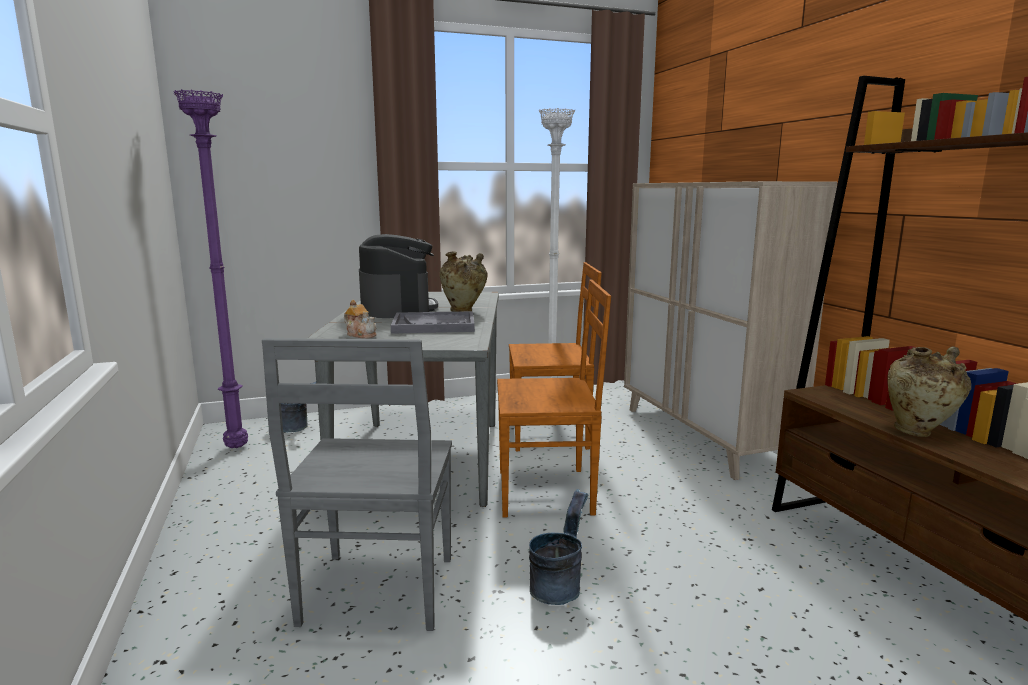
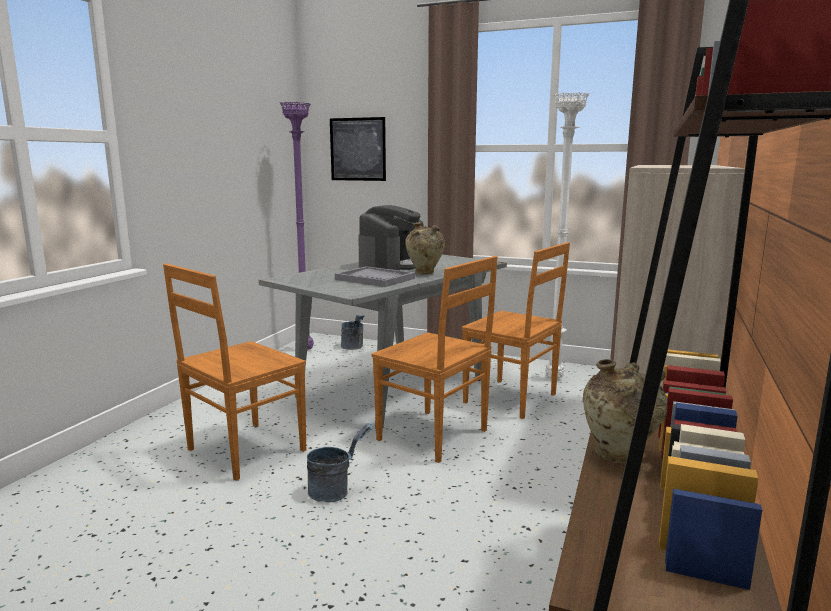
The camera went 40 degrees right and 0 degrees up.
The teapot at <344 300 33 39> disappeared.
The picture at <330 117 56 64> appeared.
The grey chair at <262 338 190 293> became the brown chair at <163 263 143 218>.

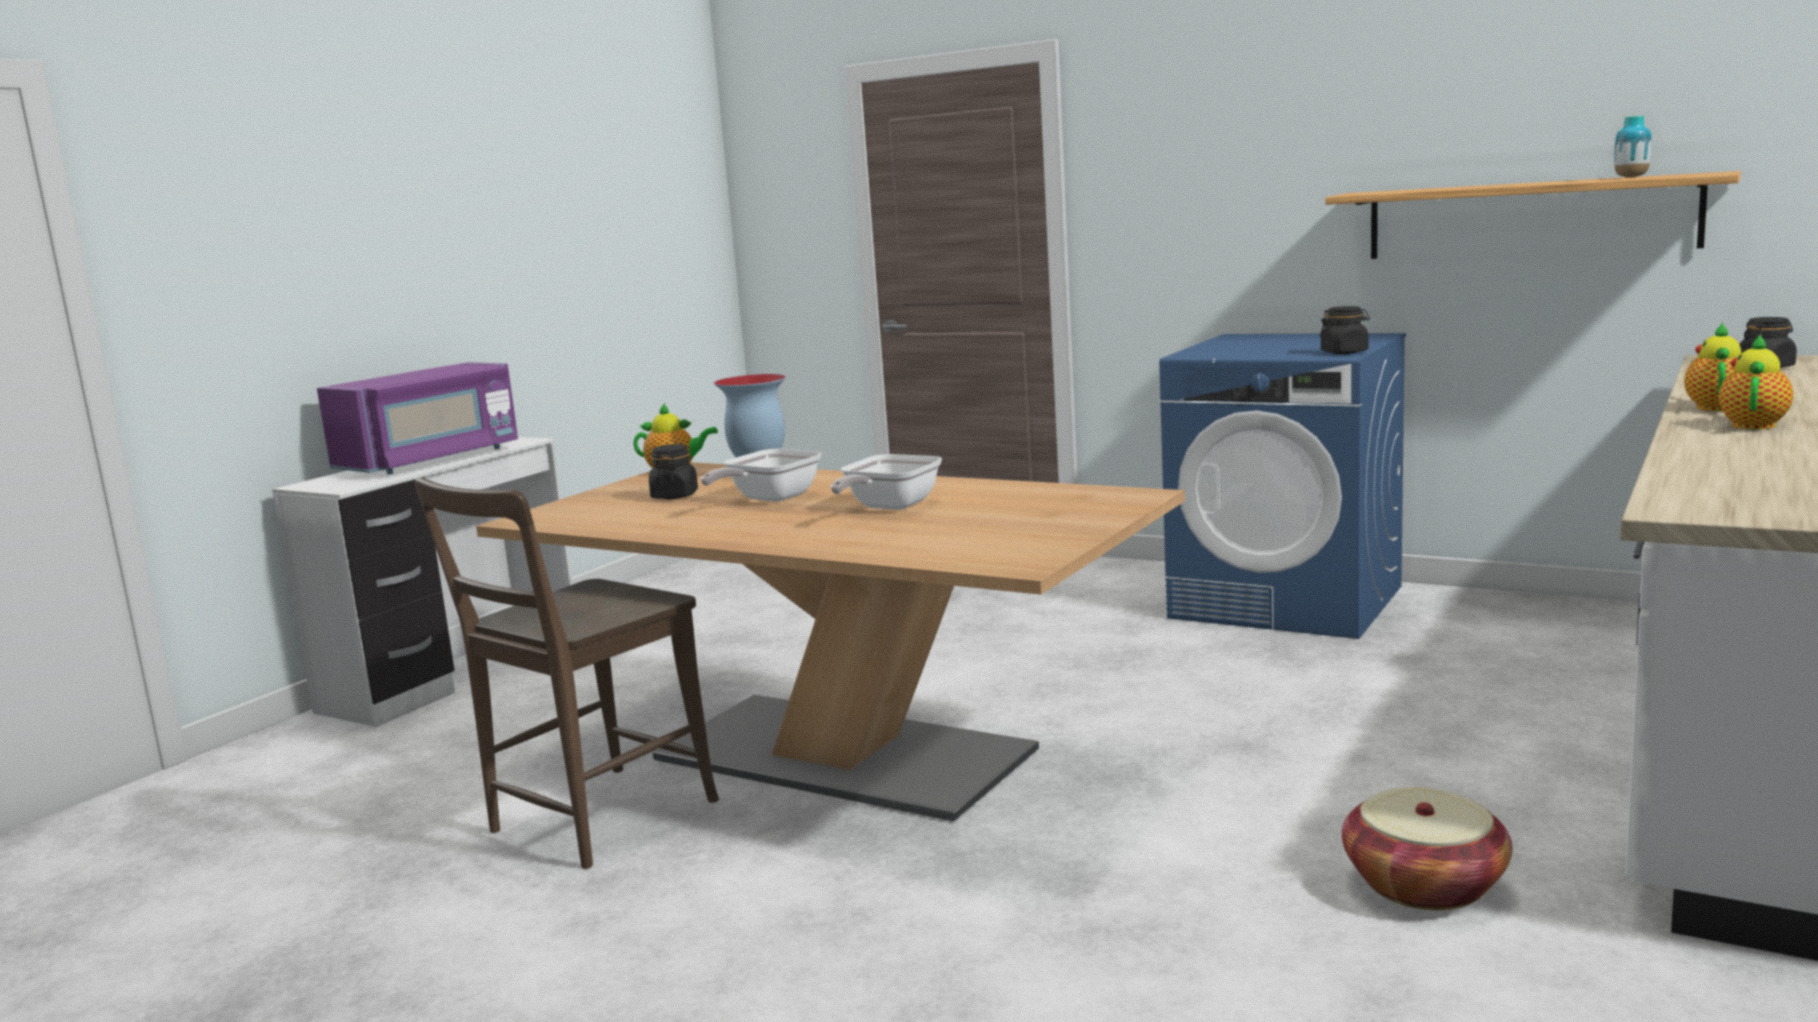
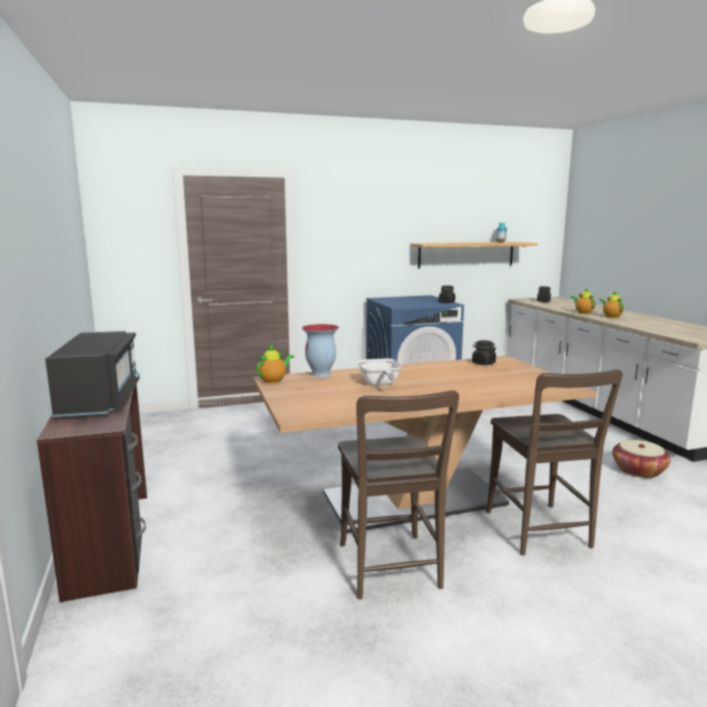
The camera went 50 degrees left and 0 degrees up.
The frying pan at <830 454 112 56> disappeared.
The brown chair at <486 370 137 185> appeared.
The black jar moved from <649 444 49 55> to <472 340 24 25>.
The white desk at <272 437 301 291> became the brown desk at <37 384 110 218>.
The purple microwave at <317 362 201 112> became the black microwave at <45 331 95 86>.

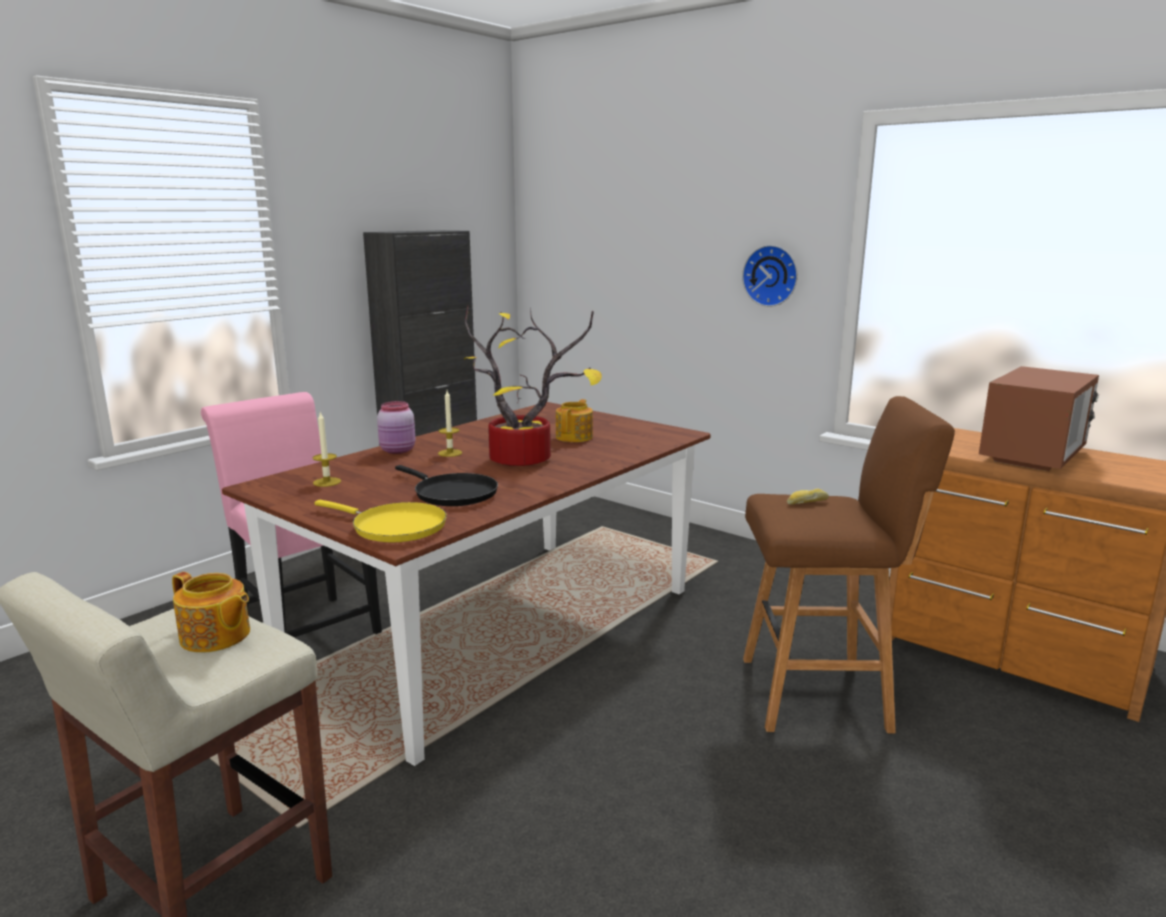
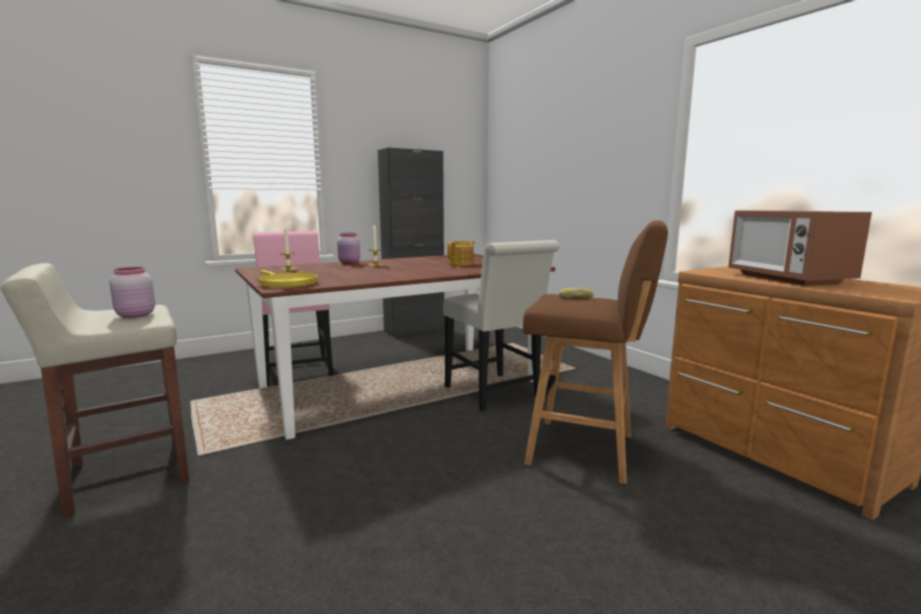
The camera went 20 degrees right and 5 degrees down.
The black frying pan at <395 465 103 41> disappeared.
The potted plant at <464 306 138 160> disappeared.
The wall clock at <742 245 56 62> disappeared.
The white chair at <443 240 117 171> appeared.
The teapot at <172 572 78 81> was replaced by the pink jar at <110 267 45 51>.
The microwave at <979 366 120 105> turned 105 degrees clockwise.

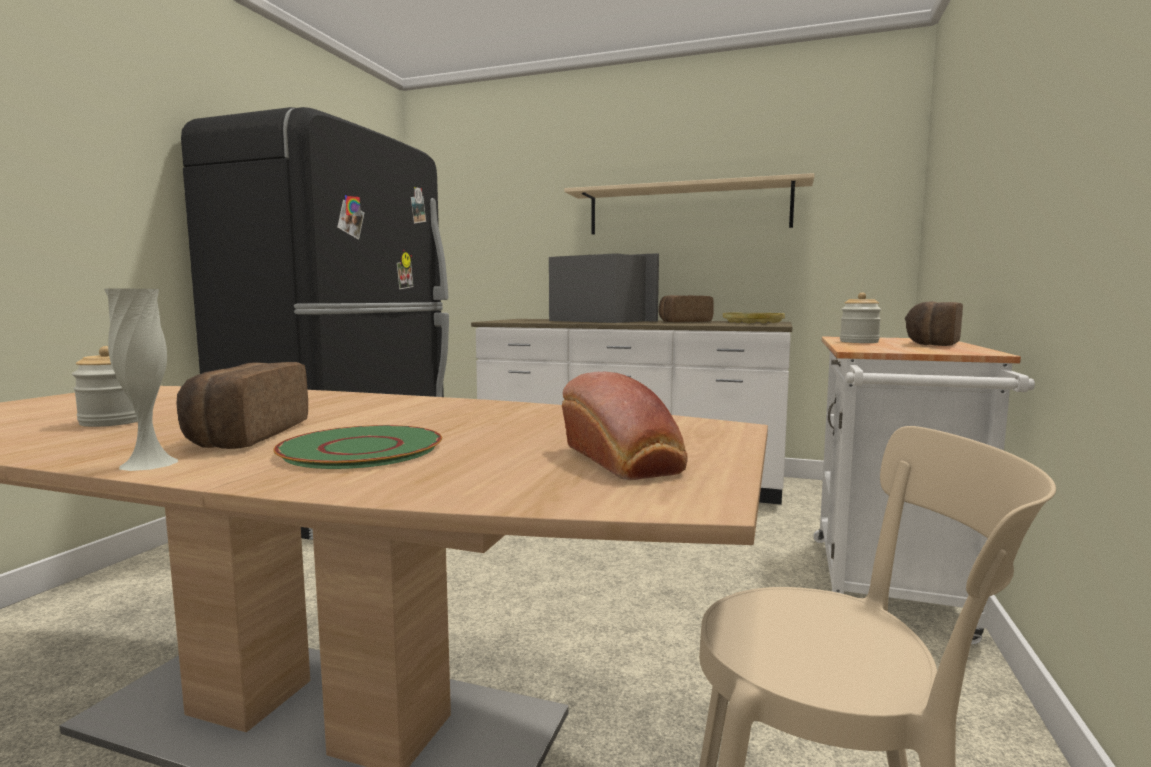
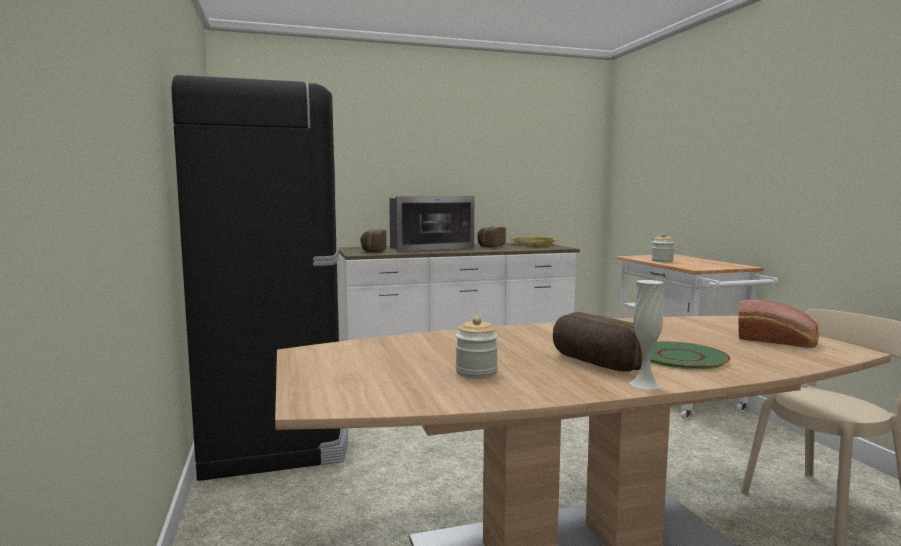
The camera went 35 degrees left and 0 degrees up.
The beige shelf at <564 173 251 61> disappeared.
The bread moved from <905 301 58 45> to <360 229 27 23>.
The microwave at <549 253 110 70> turned 150 degrees clockwise.

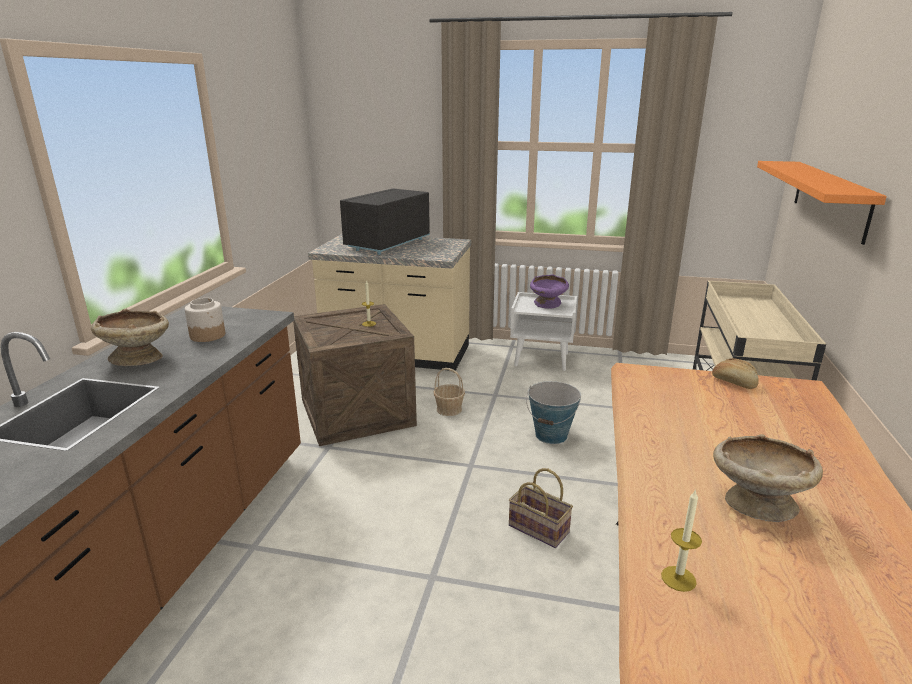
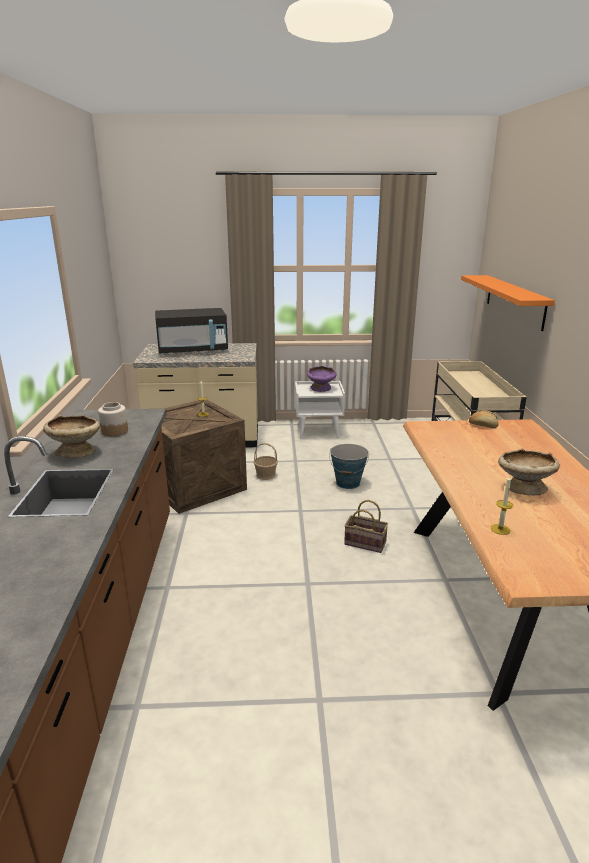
The camera went 15 degrees left and 0 degrees up.
The black microwave at <340 188 90 67> turned 120 degrees counterclockwise.

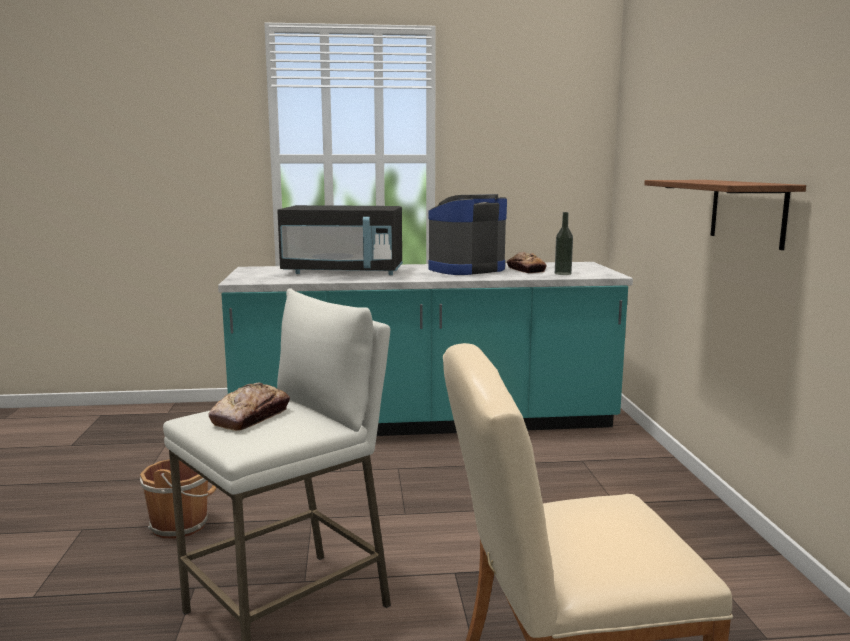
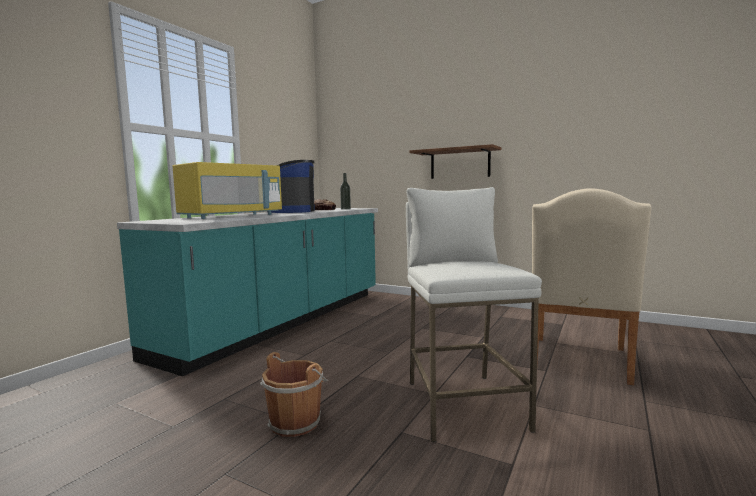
The camera went 55 degrees left and 5 degrees down.
The bread at <208 383 82 48> disappeared.
The black microwave at <277 205 126 70> became the yellow microwave at <173 162 109 57>.

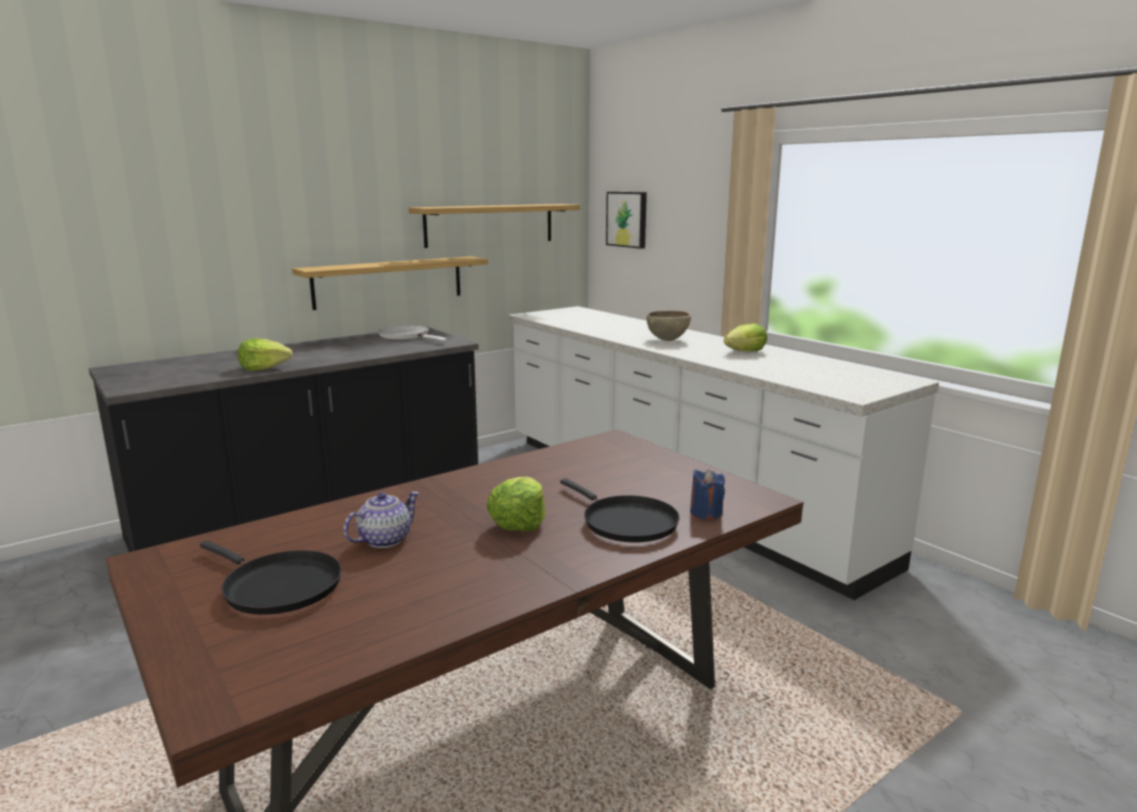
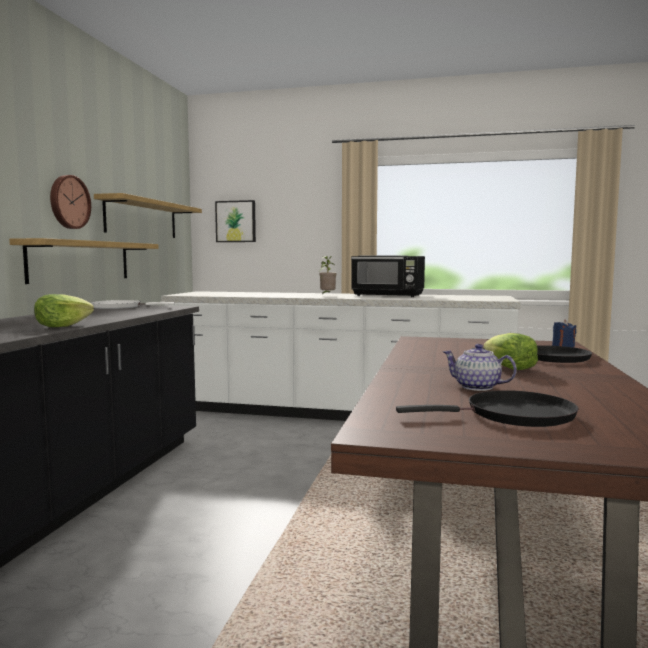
The camera went 40 degrees left and 10 degrees down.
The wall clock at <50 175 41 54> appeared.
The brown bowl at <646 311 45 30> was replaced by the potted plant at <319 256 18 38>.
The lettuce at <724 323 43 28> was replaced by the black microwave at <351 255 74 42>.
The teapot at <343 491 76 57> turned 60 degrees counterclockwise.

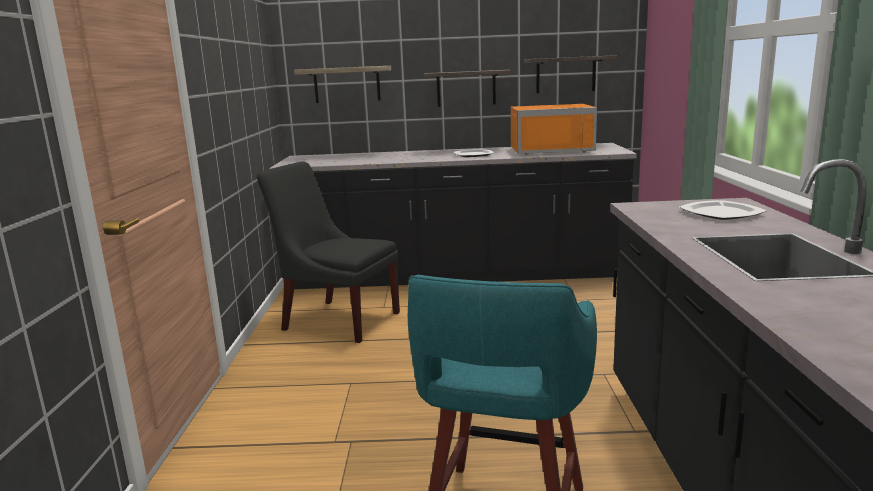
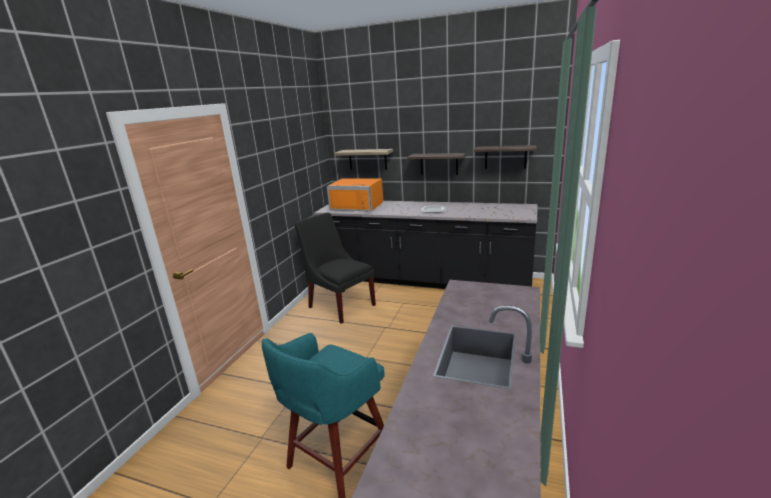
The camera went 20 degrees right and 5 degrees up.
The plate at <679 200 88 20> disappeared.
The orange microwave moved from <511 104 86 51> to <327 178 57 34>.

